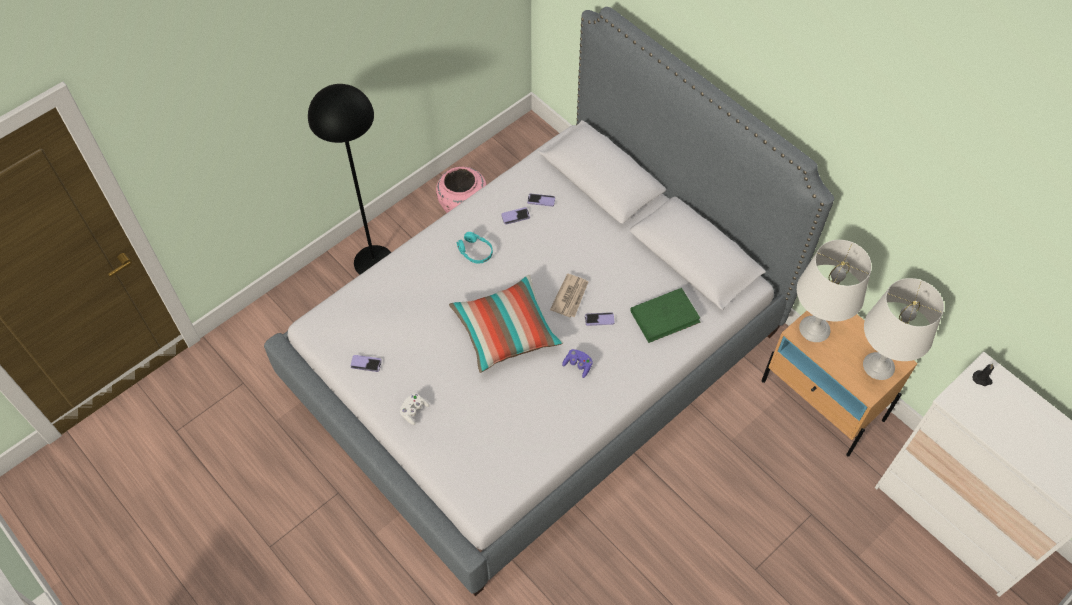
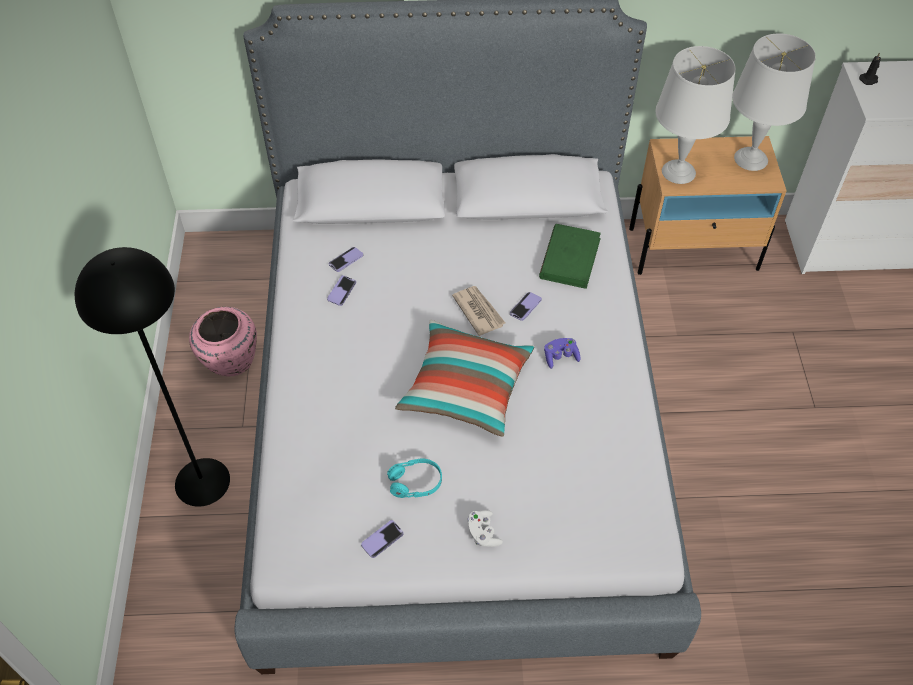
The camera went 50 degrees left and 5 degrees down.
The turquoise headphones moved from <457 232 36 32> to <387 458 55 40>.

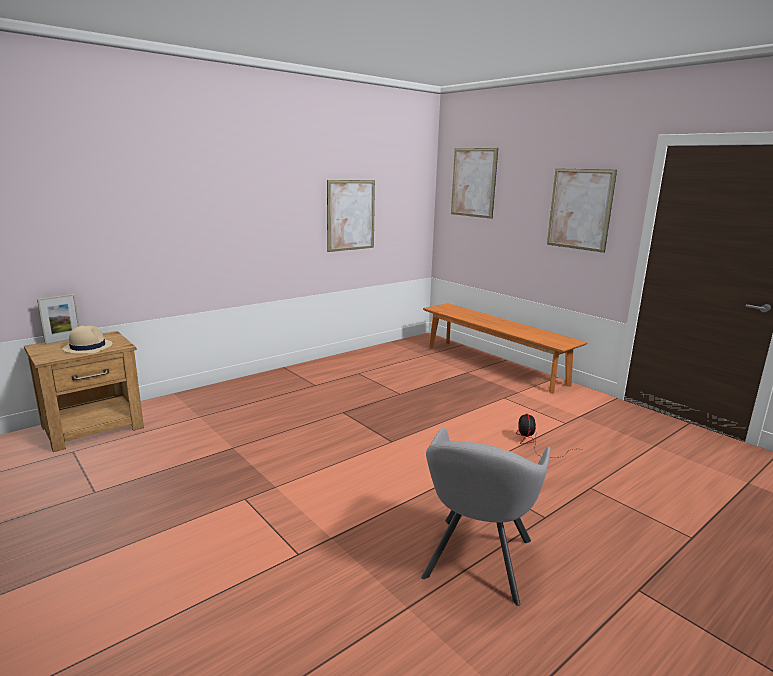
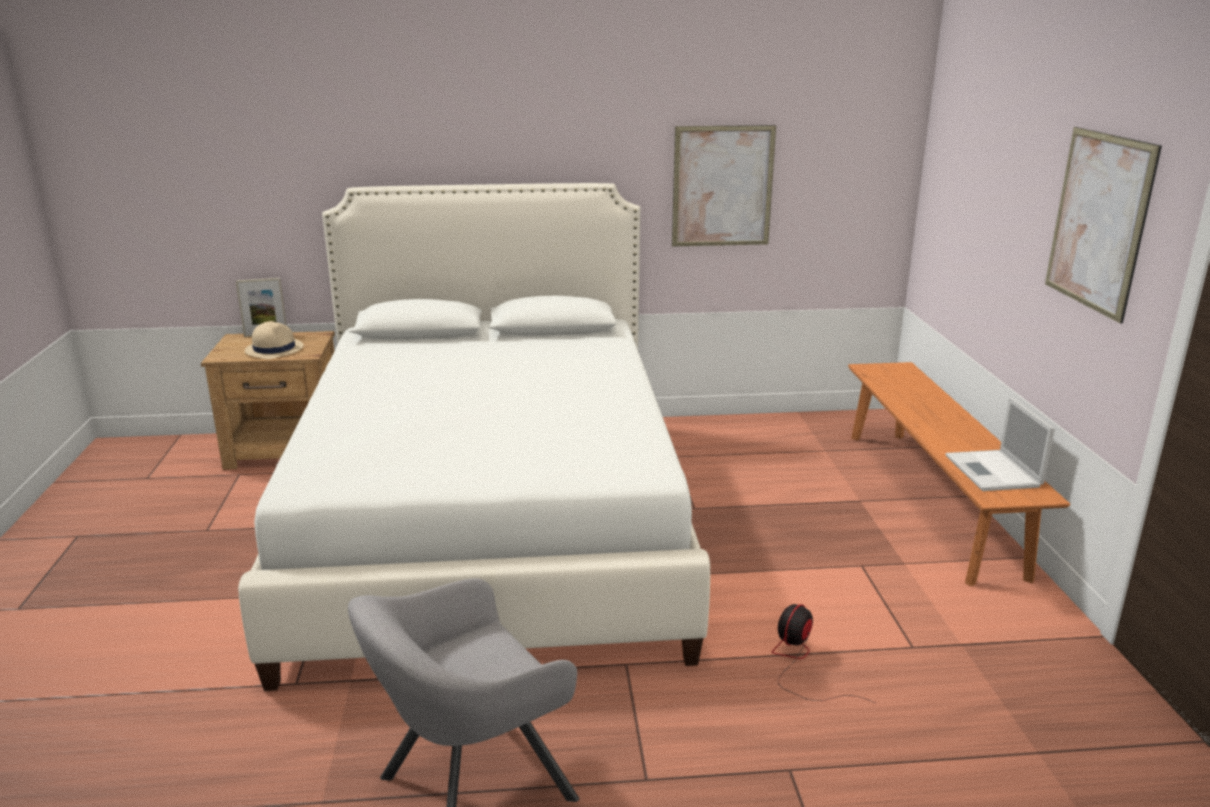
The camera went 35 degrees right and 5 degrees up.
The picture at <451 148 47 71> disappeared.
The white bed at <238 183 472 508> appeared.
The laptop at <945 397 110 94> appeared.

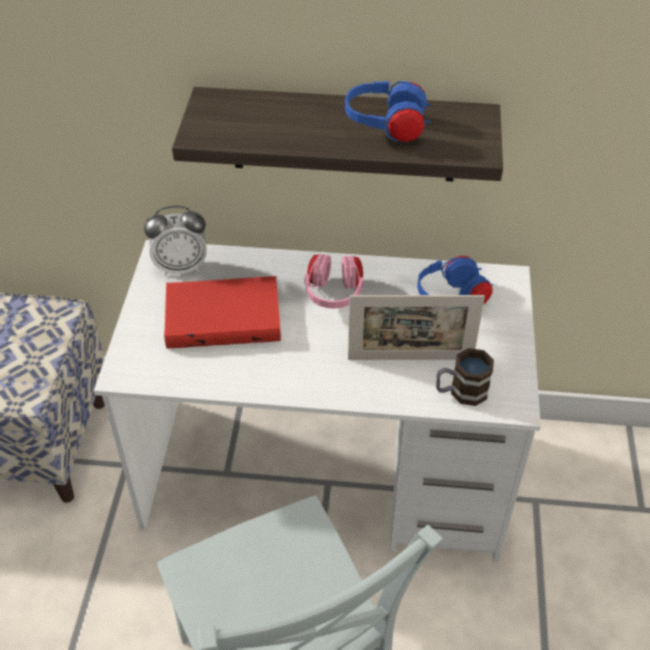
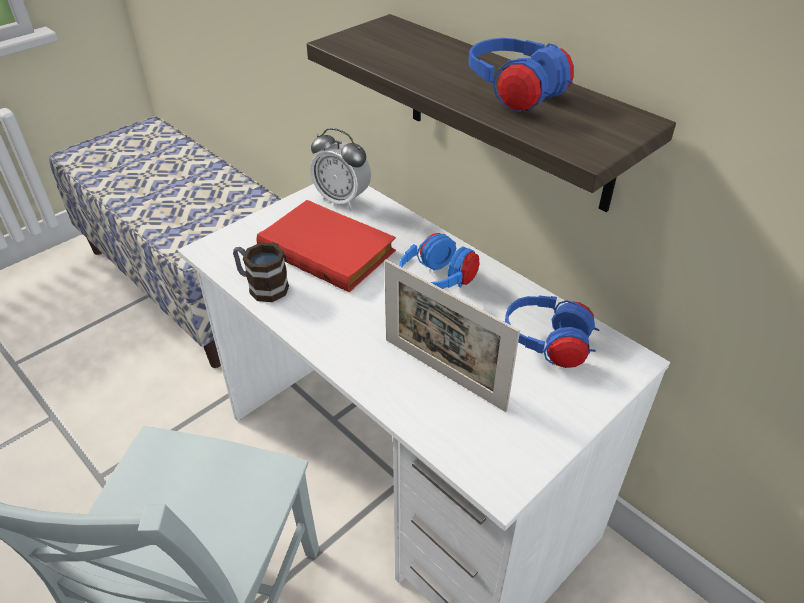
The camera went 40 degrees right and 5 degrees down.
The mug moved from <436 348 58 58> to <233 243 56 59>.
The pink headphones at <304 254 60 55> became the blue headphones at <399 233 80 56>.

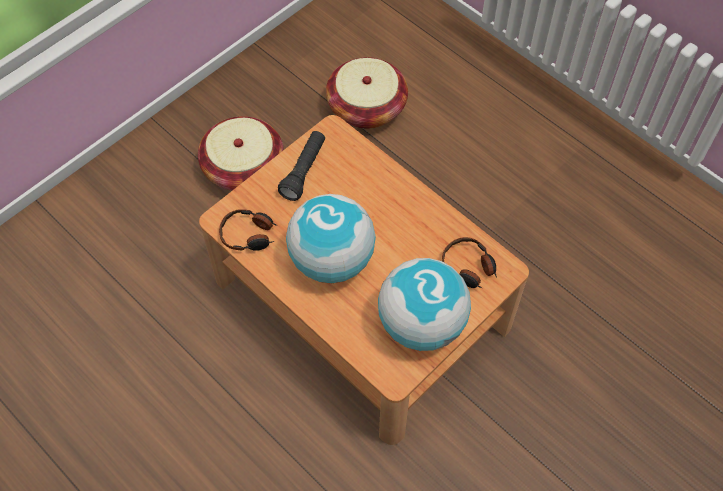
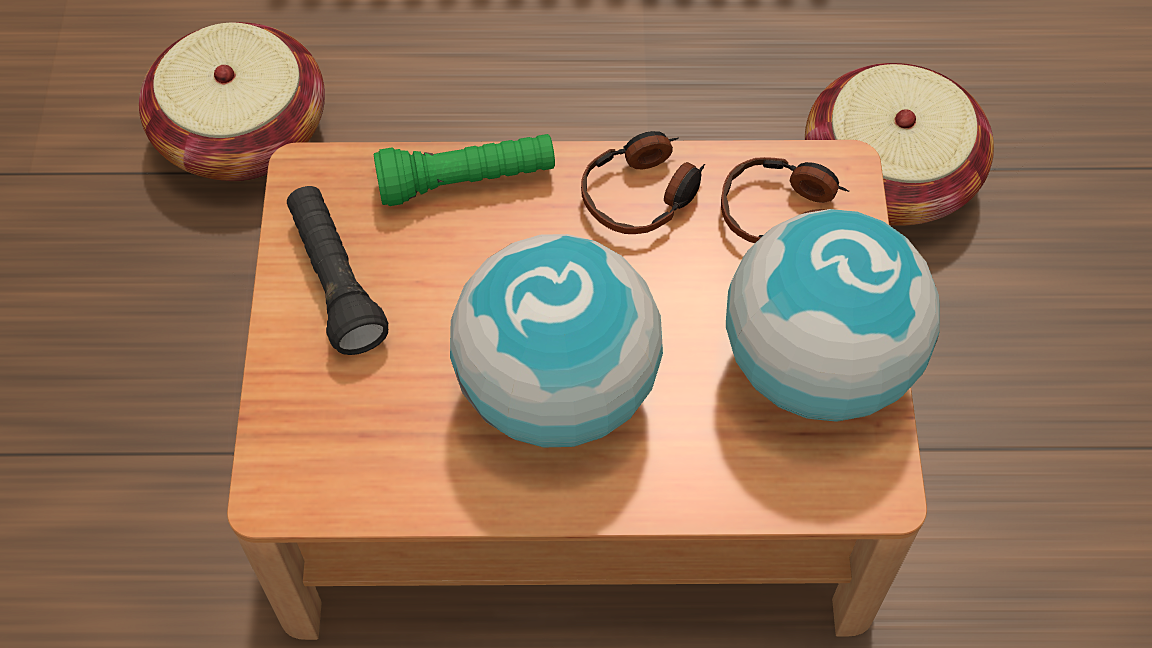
The camera went 45 degrees left and 0 degrees up.
The green flashlight at <374 134 181 72> appeared.
The basket moved from <198 116 86 75> to <805 63 189 163>.
The headphones moved from <219 209 59 42> to <581 131 124 103>.

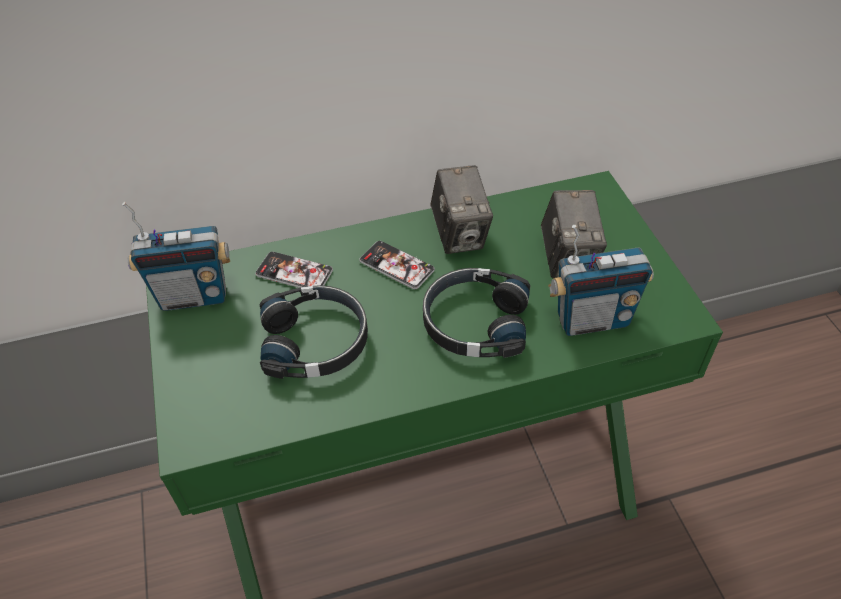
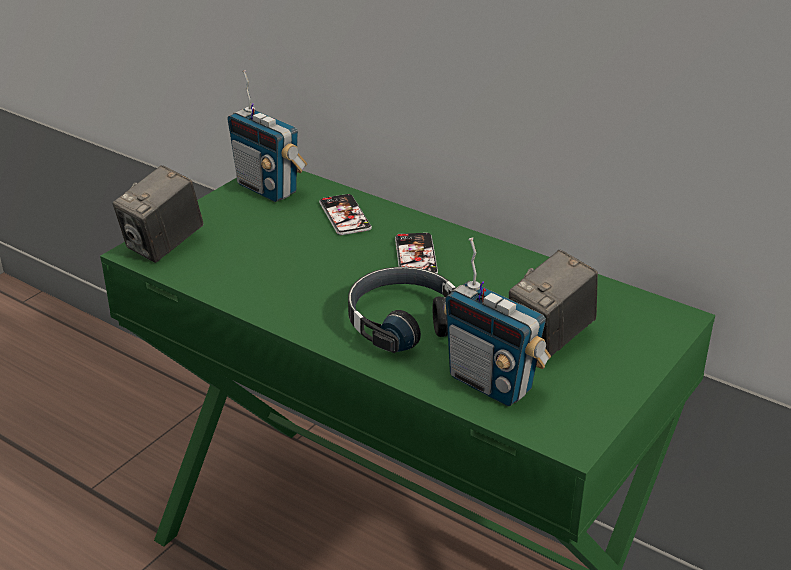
The camera went 50 degrees right and 15 degrees down.
The black headphones at <259 285 109 94> disappeared.
The photo camera moved from <431 165 62 89> to <113 165 90 98>.

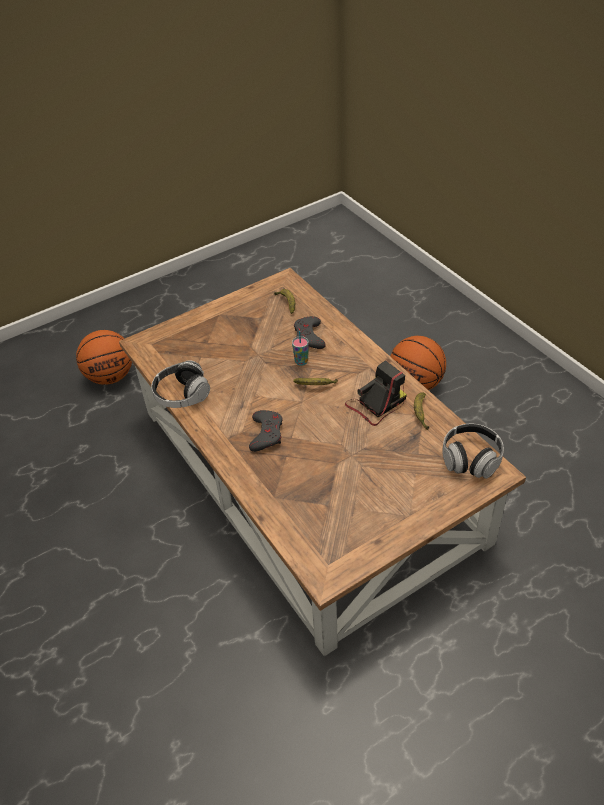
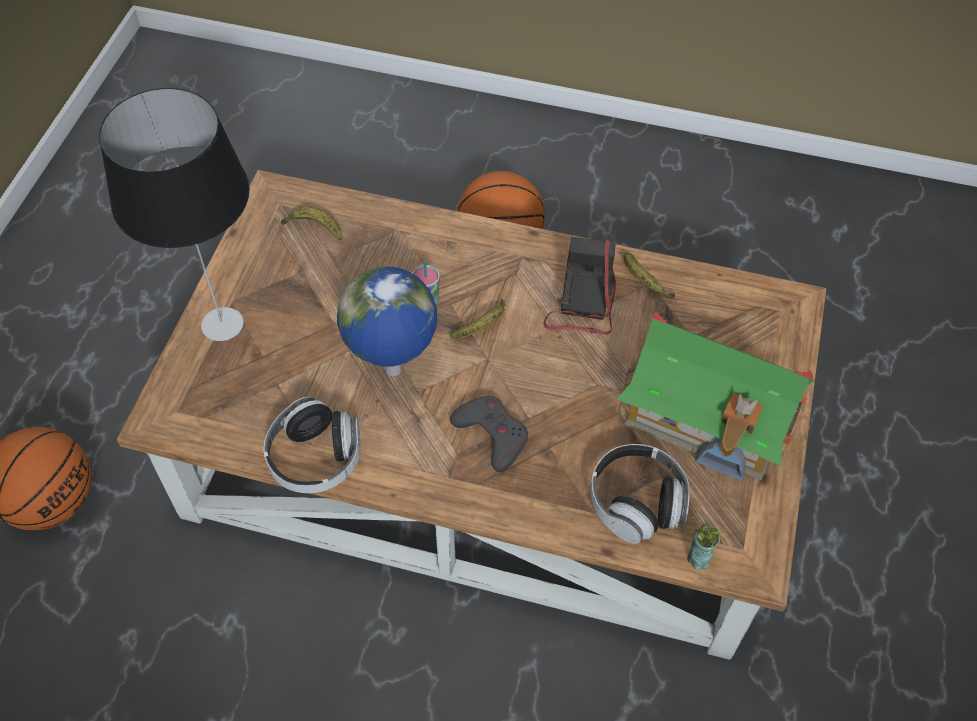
The camera went 45 degrees left and 10 degrees up.
The grey game controller at <294 316 32 33> disappeared.
The table lamp at <99 88 151 253> appeared.
The globe at <337 267 100 109> appeared.
The toy house at <617 312 197 169> appeared.
The cup at <688 522 35 48> appeared.
The headphones moved from <442 424 62 55> to <590 444 100 100>.

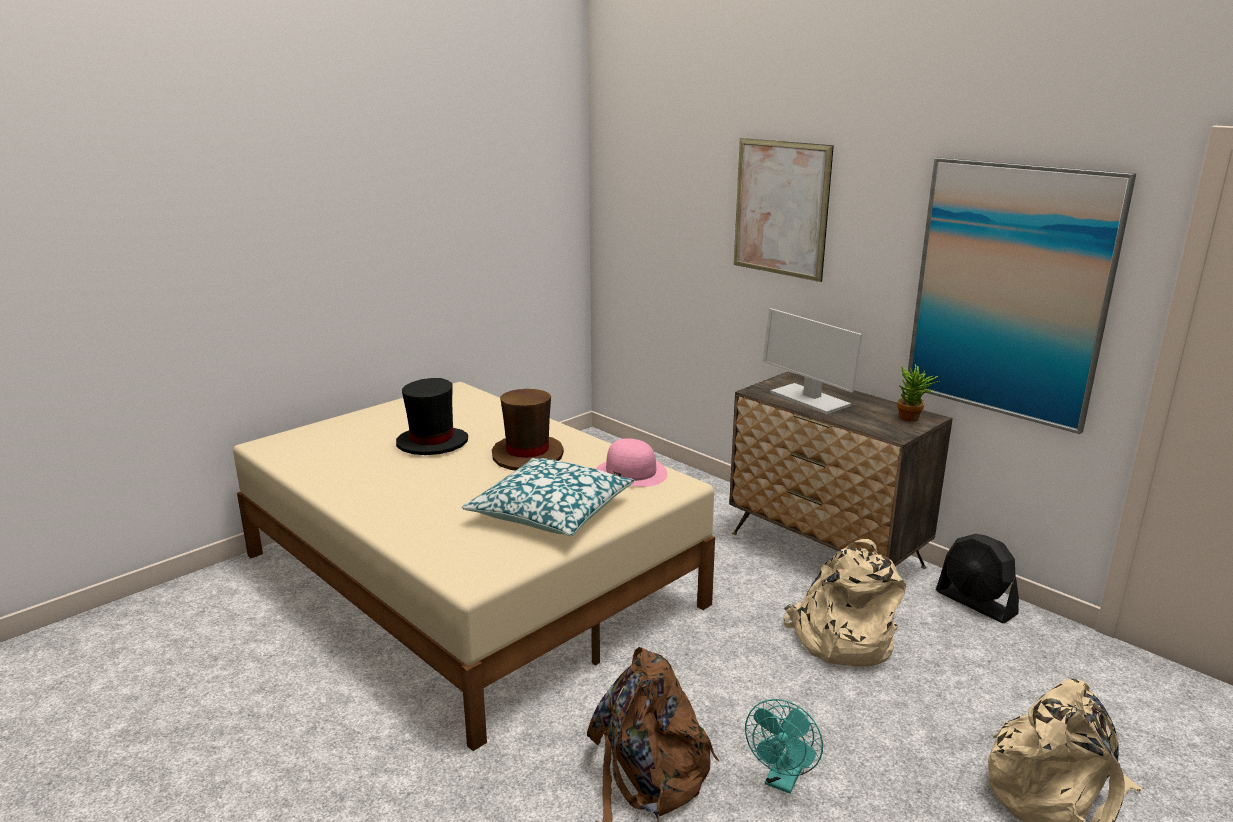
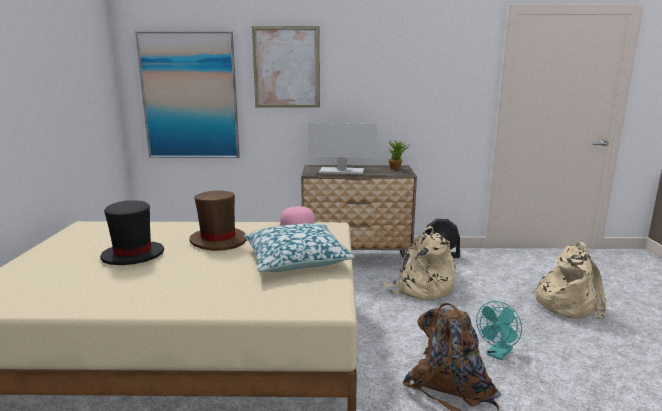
The camera went 45 degrees left and 5 degrees down.
The picture moved from <906 157 230 277> to <135 31 105 127>.
The turquoise fan at <745 699 78 95> turned 60 degrees clockwise.

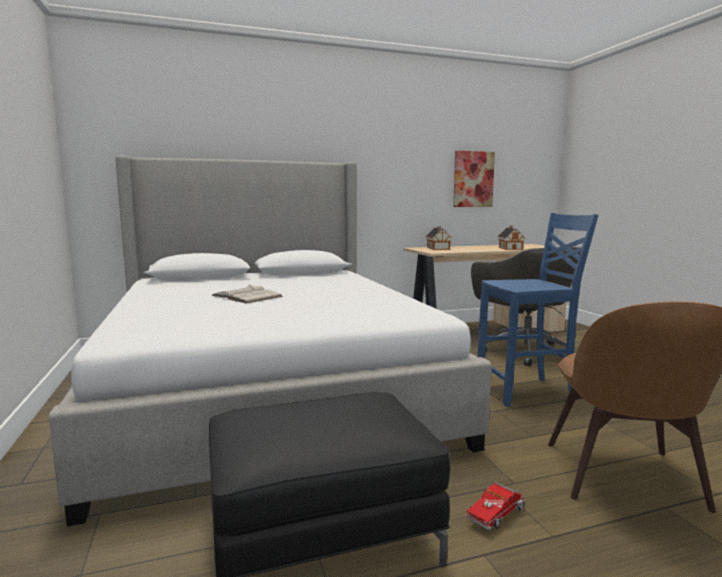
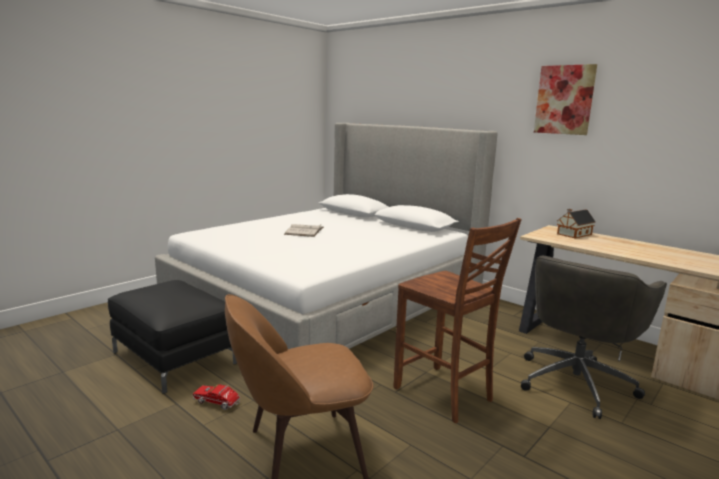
The camera went 60 degrees right and 5 degrees up.
The toy house at <498 226 27 24> disappeared.
The picture moved from <453 151 42 56> to <534 64 63 71>.
The blue chair at <477 213 121 194> became the brown chair at <394 218 128 205>.

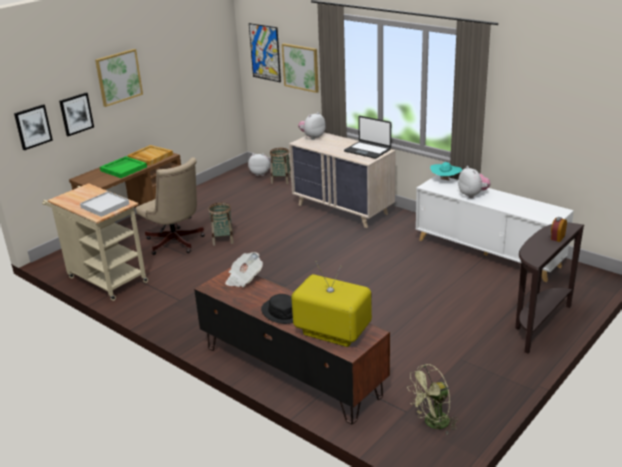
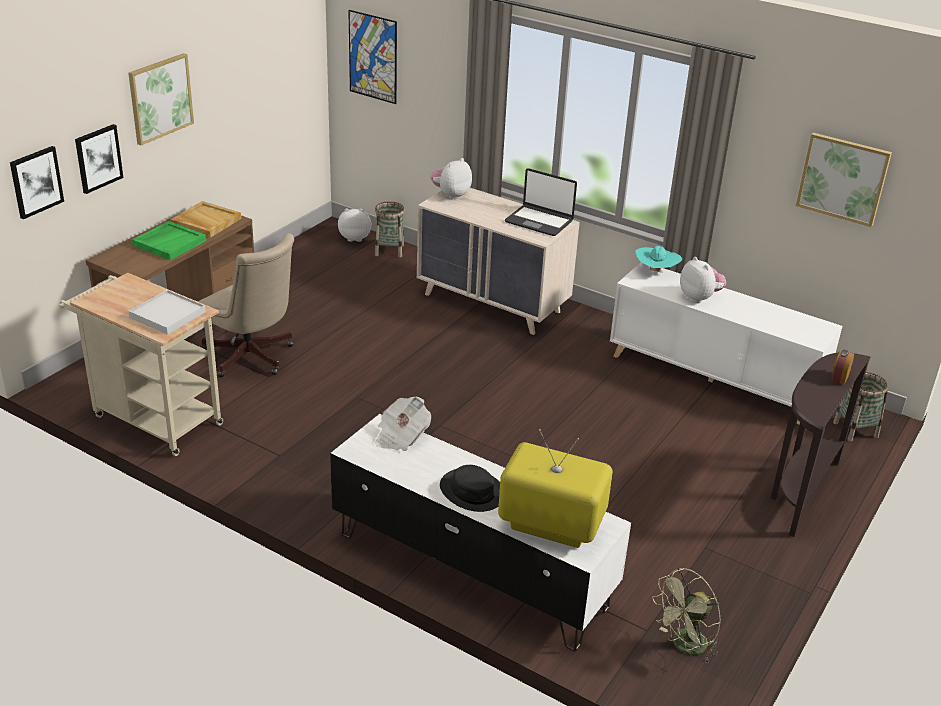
The camera went 10 degrees left and 5 degrees up.
The basket moved from <208 202 26 44> to <833 372 55 70>.
The picture moved from <282 43 37 50> to <796 133 96 94>.
The brown tv stand at <194 268 196 157> became the white tv stand at <330 414 301 238>.

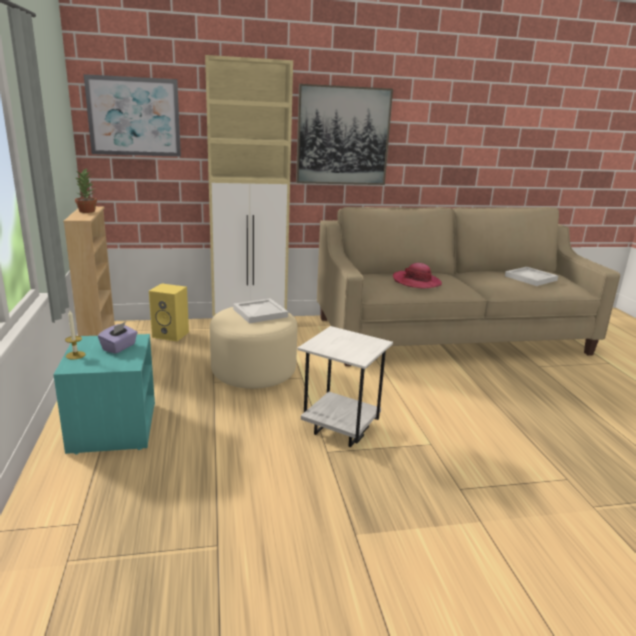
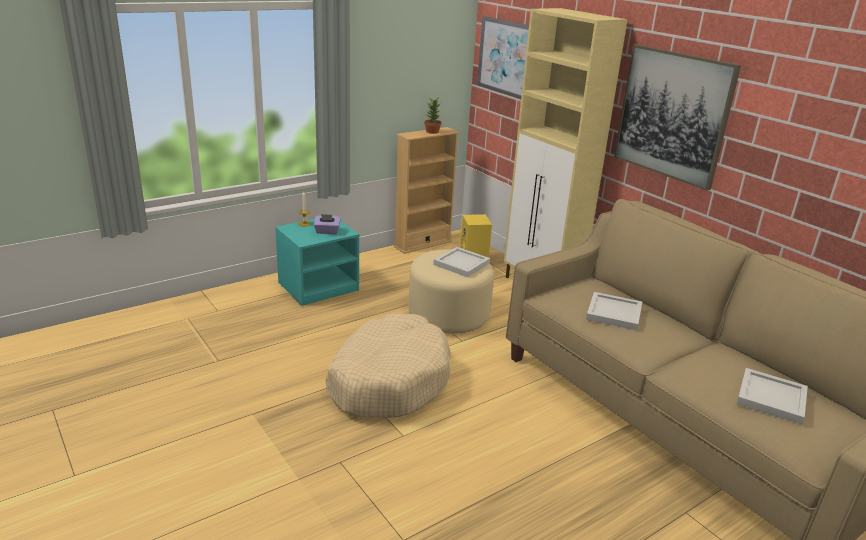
The camera went 65 degrees right and 5 degrees up.
The white side table at <298 326 95 121> was replaced by the beige dog bed at <325 313 126 105>.
The hat at <393 263 49 26> was replaced by the white tray at <586 292 56 39>.

